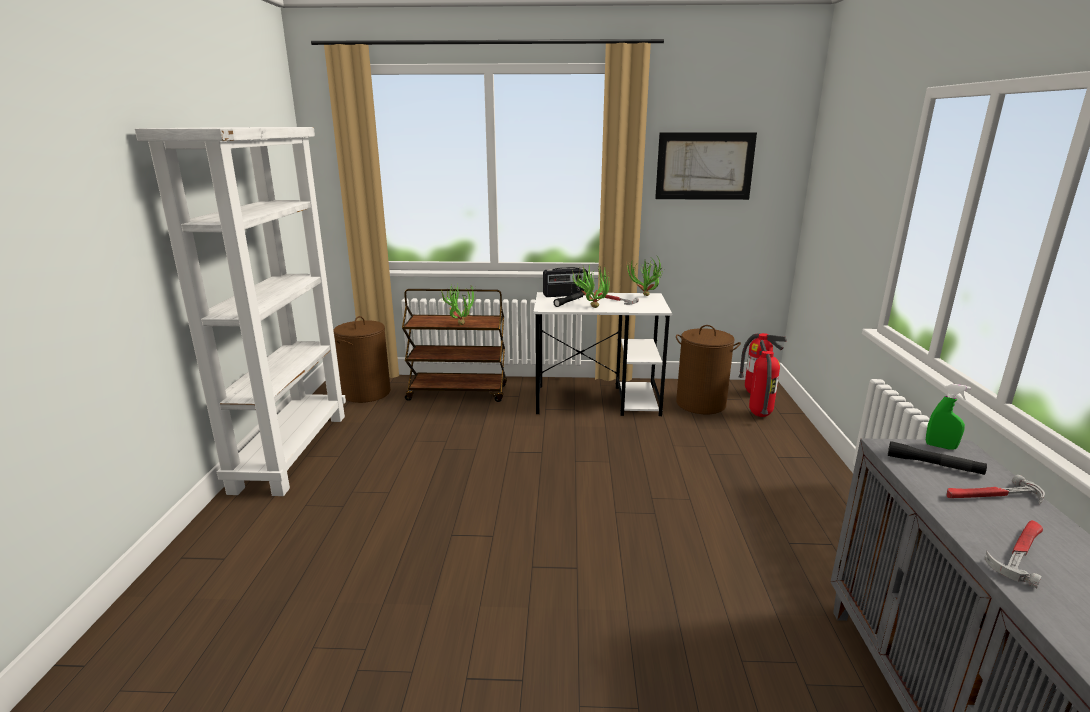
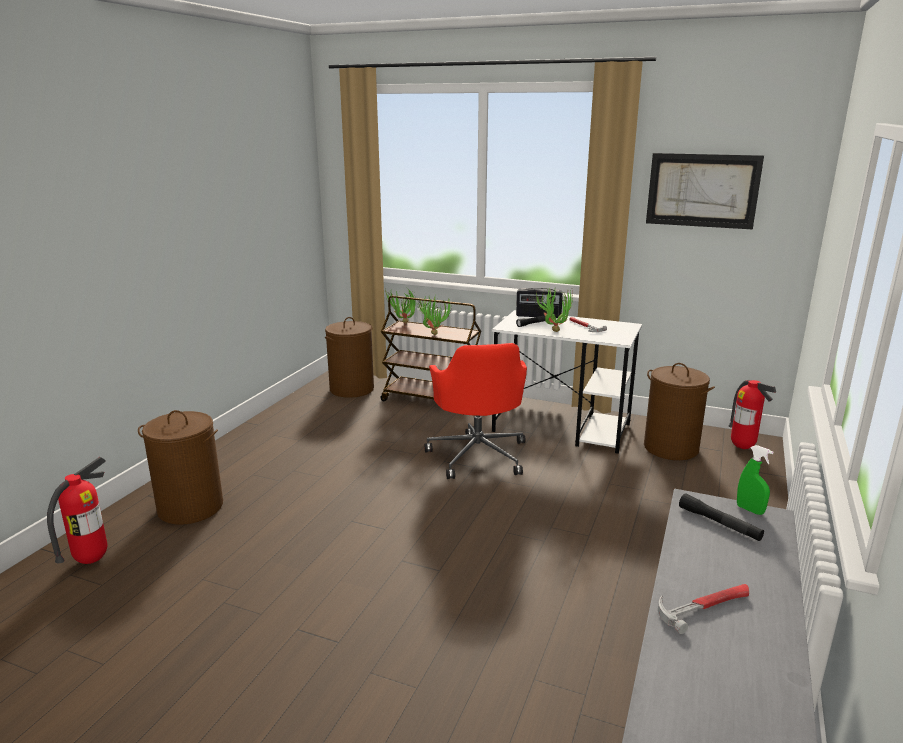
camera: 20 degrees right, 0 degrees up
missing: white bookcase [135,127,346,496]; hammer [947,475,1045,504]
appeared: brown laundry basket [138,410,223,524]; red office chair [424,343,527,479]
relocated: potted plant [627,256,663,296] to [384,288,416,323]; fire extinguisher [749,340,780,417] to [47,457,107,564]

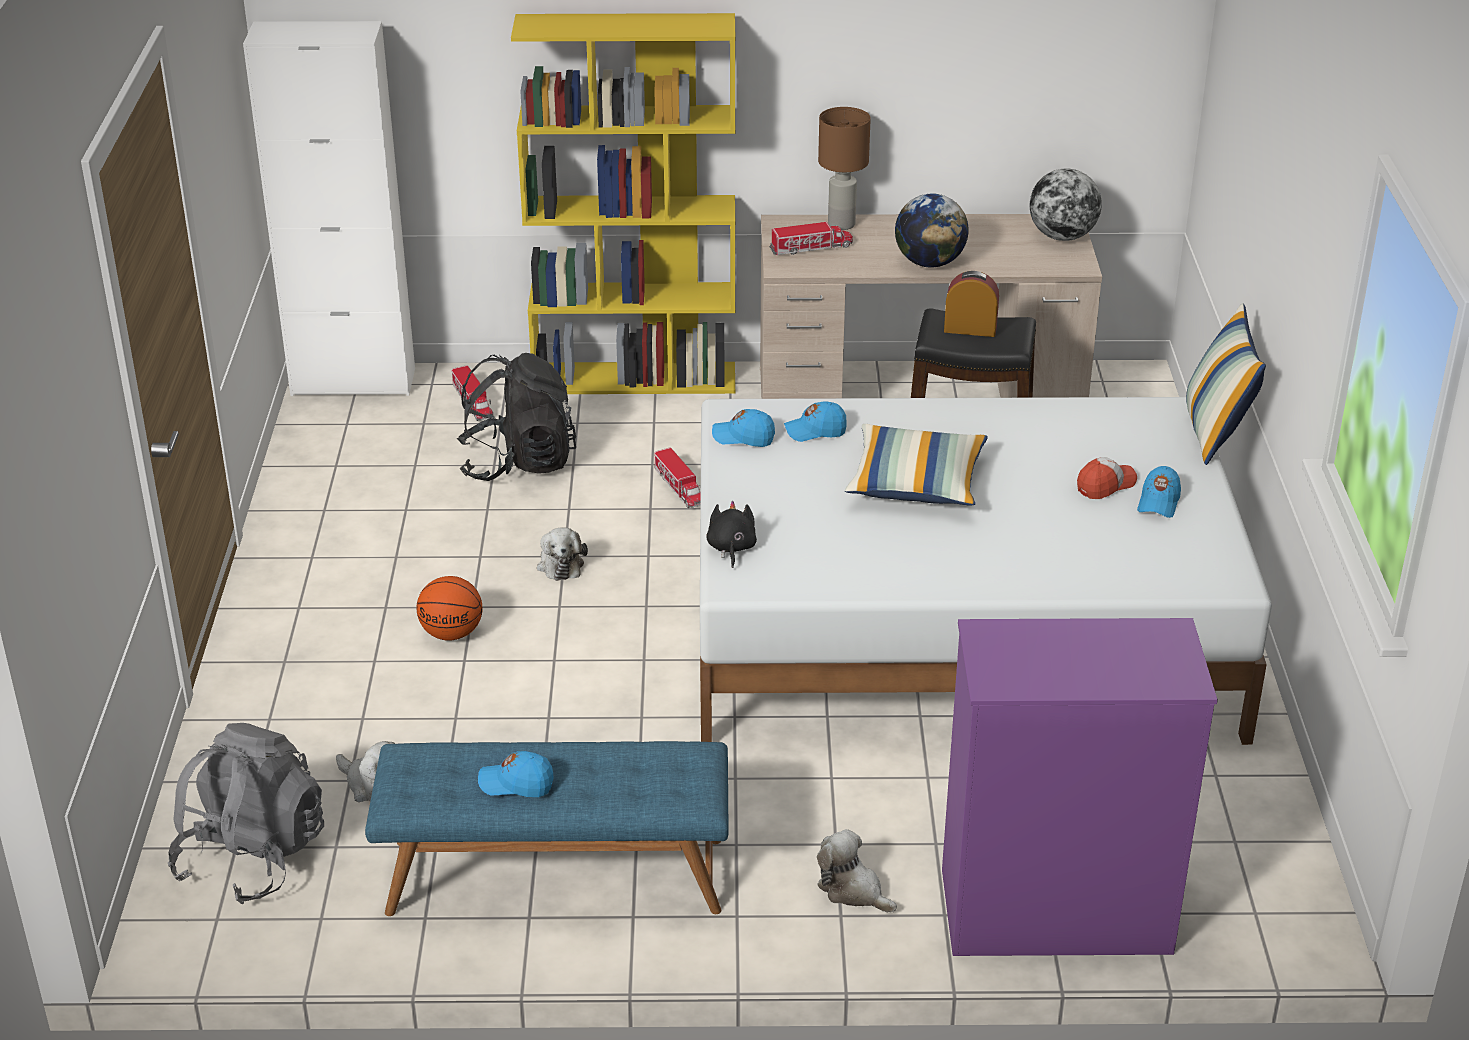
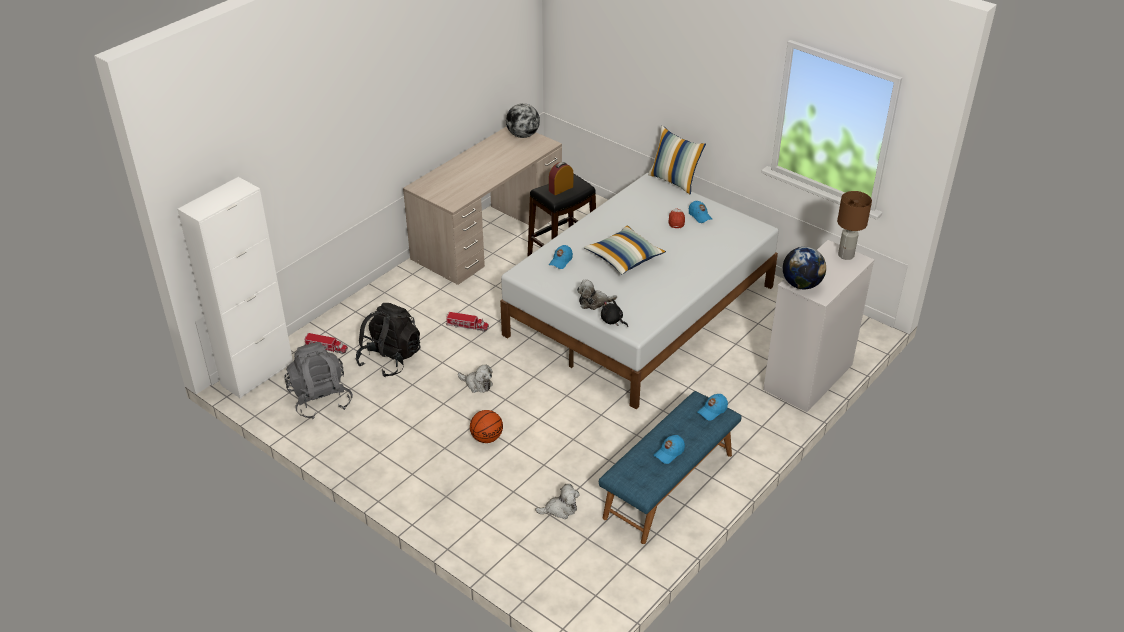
camera: 50 degrees left, 5 degrees up
missing: yellow bookcase [511,13,735,394]; toy truck [769,222,853,255]
relocated: grey backpack [168,723,324,904] to [284,342,353,419]; blue cap [712,409,775,447] to [697,394,728,421]; plush toy [817,829,897,912] to [577,279,617,310]; brown table lamp [818,107,871,230] to [837,191,872,260]; globe [895,194,969,268] to [783,247,826,289]
colour: purple dresser [942,618,1218,956] to white dresser [763,240,875,412]

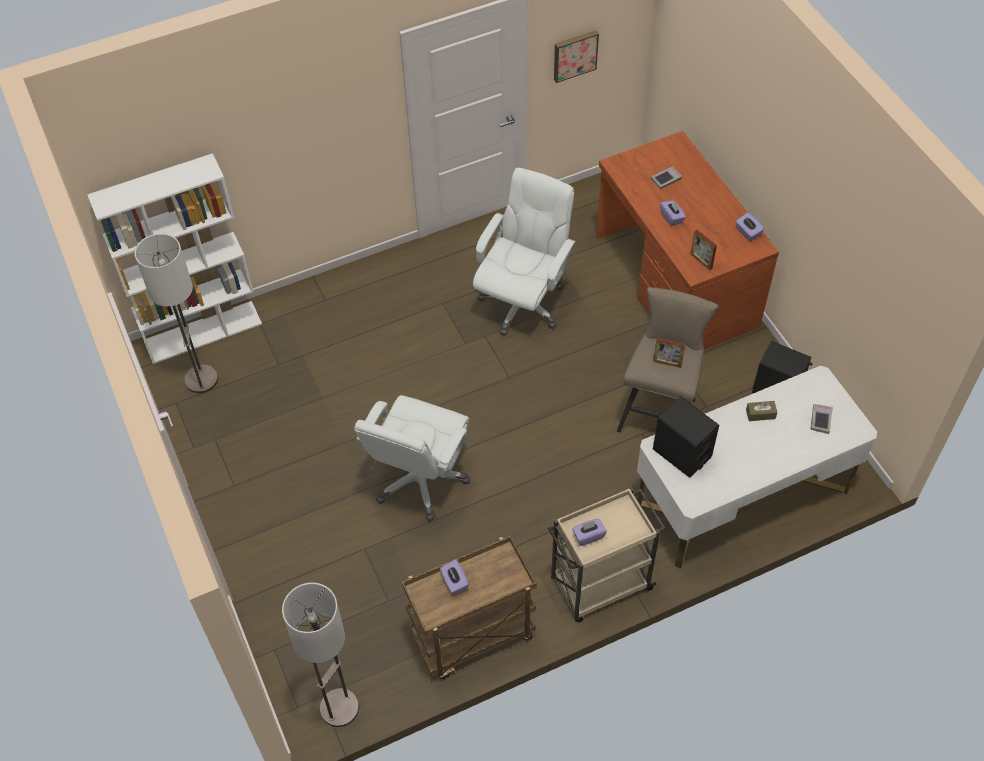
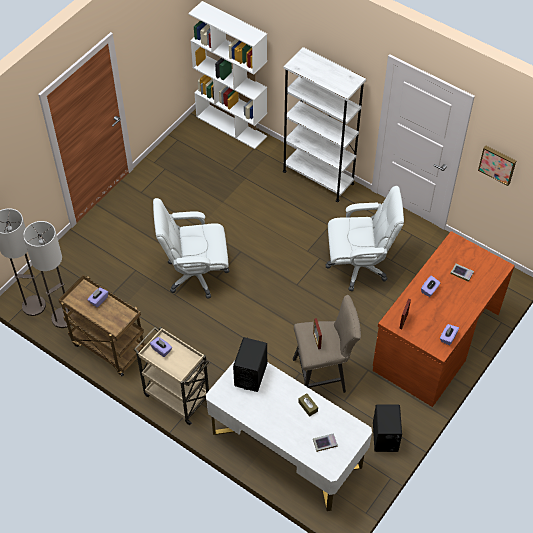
camera: 60 degrees right, 0 degrees up
appeared: white bookcase [283,47,366,202]
relocated: floor lamp [135,233,218,393] to [23,221,71,328]

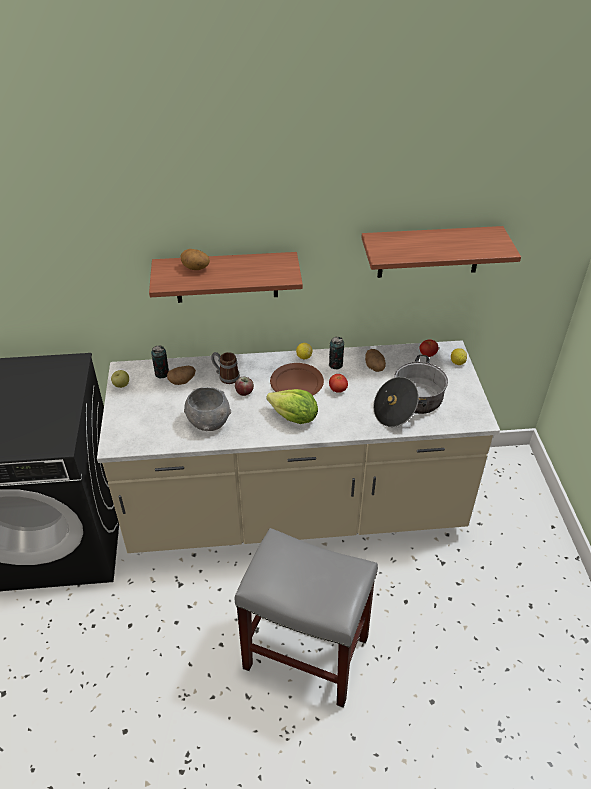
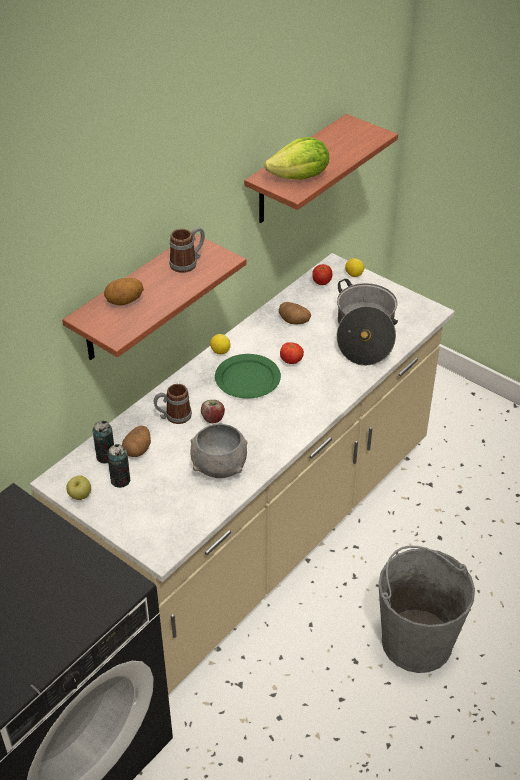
camera: 45 degrees left, 0 degrees up
appeared: mug [169,227,205,273]
relocated: lettuce [266,389,318,424] to [264,137,329,180]; can [329,337,344,369] to [107,444,131,488]
exchanged: grey stool [234,528,378,708] to grey bucket [378,546,475,673]
colour: brown plate [270,363,324,396] to green plate [215,354,281,399]

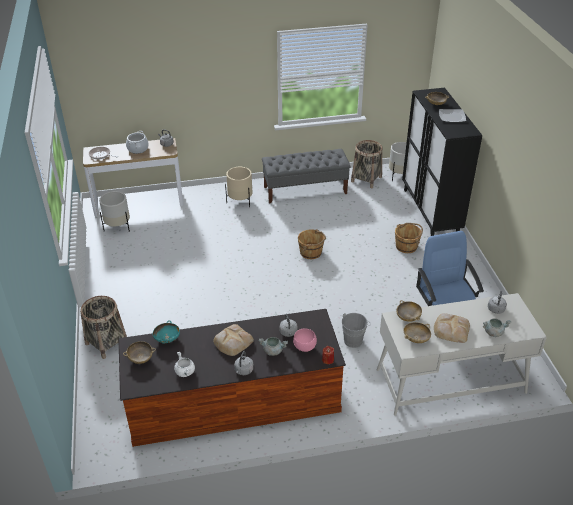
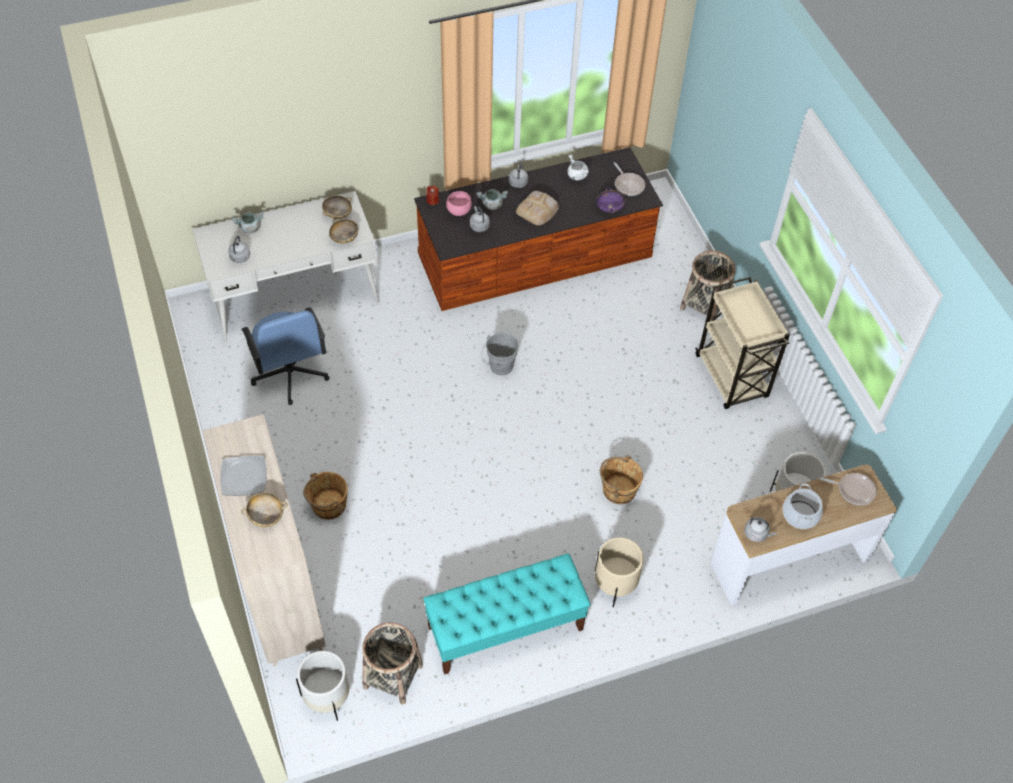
camera: 170 degrees right, 15 degrees up
missing: bread [434,313,470,343]
appeared: beige cart [695,277,790,409]
relocated: brown bucket [298,229,326,259] to [600,455,643,504]; grey bucket [342,313,370,348] to [481,333,519,375]
exchanged: beige bowl [123,341,156,364] to frying pan [614,162,645,196]
colour: turquoise bowl [153,320,180,344] to purple bowl [596,187,626,213]; grey bench [262,149,350,203] to turquoise bench [423,553,591,675]; black cabinet [402,88,482,236] to beige cabinet [203,414,326,666]

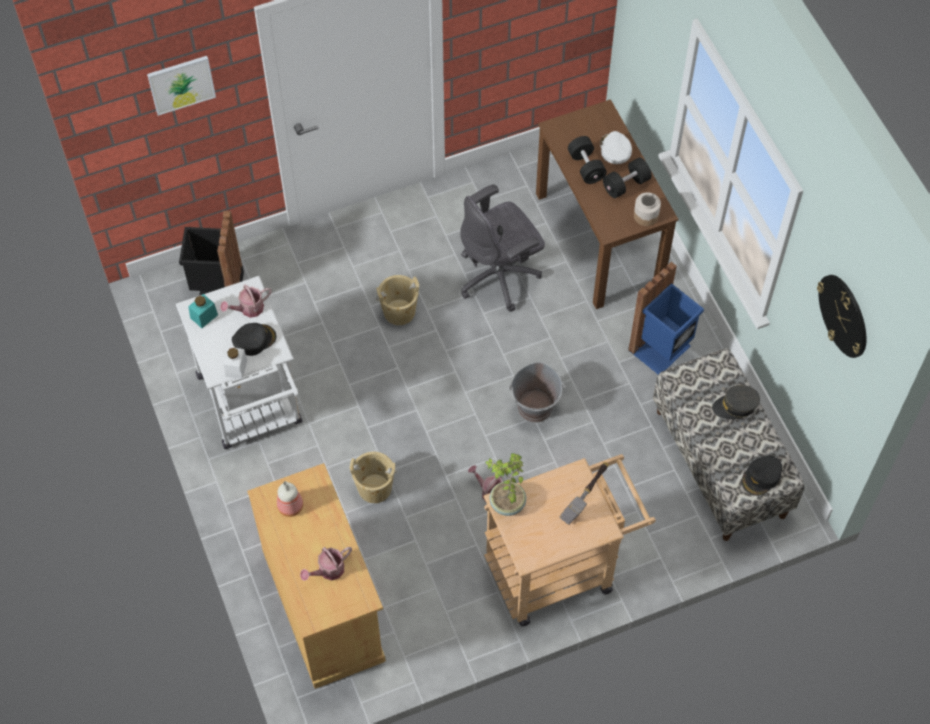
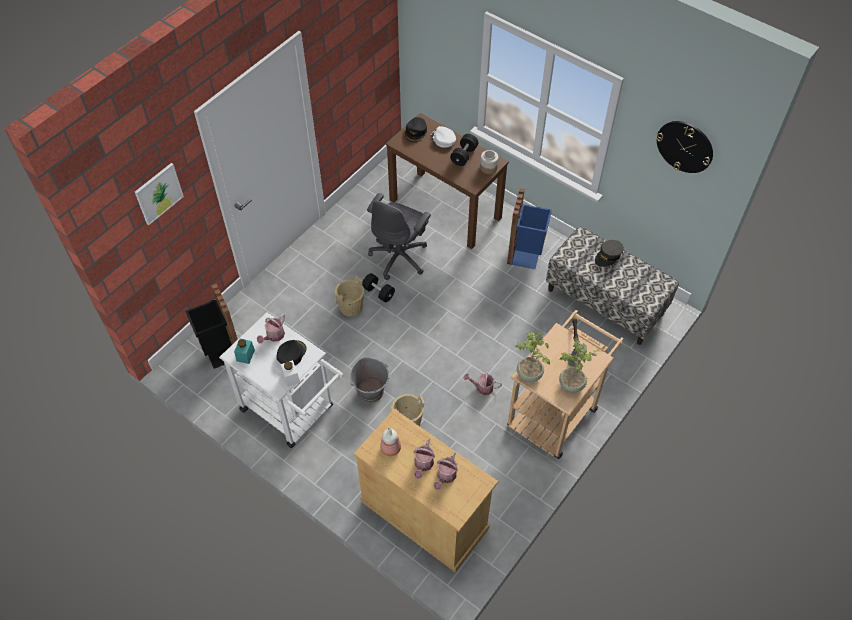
camera: 30 degrees left, 5 degrees down
appeared: watering can [413,439,435,479]; potted plant [559,341,601,392]
relocated: grey bucket [508,362,566,423] to [350,357,390,403]; black dumbbell [568,136,607,184] to [362,273,395,302]; black cap [741,455,782,496] to [405,117,427,142]

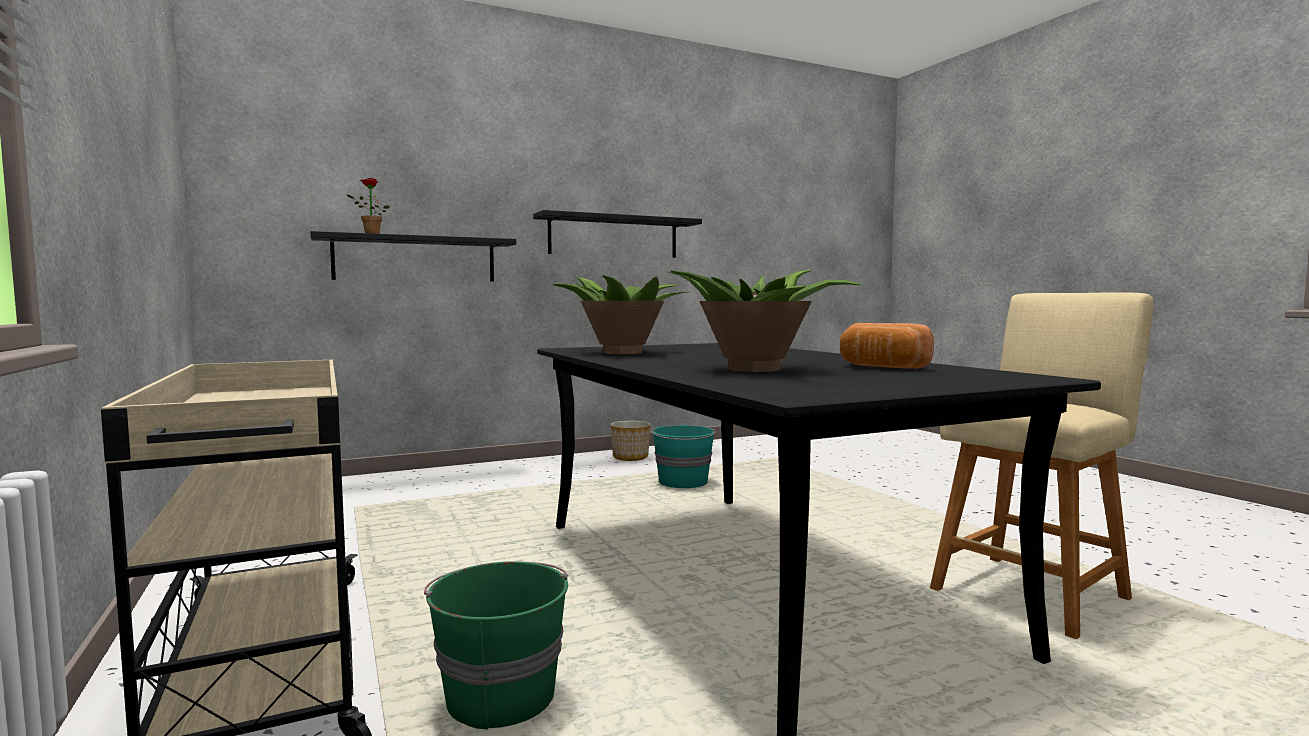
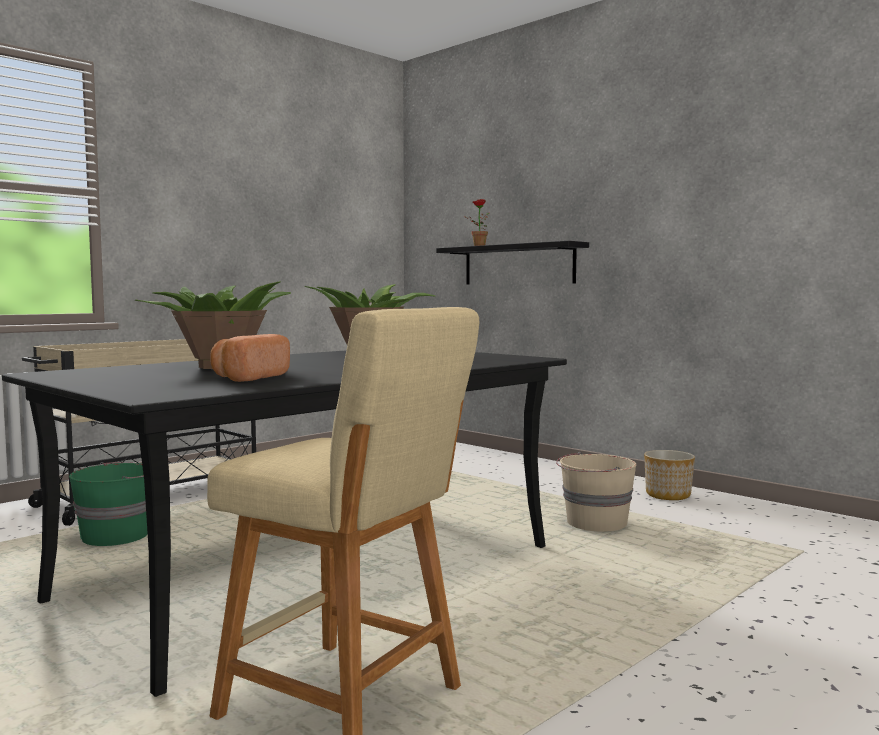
camera: 70 degrees right, 0 degrees up
missing: black shelf [533,210,702,258]
colour: turquoise bucket [651,425,716,488] to beige bucket [556,452,636,532]

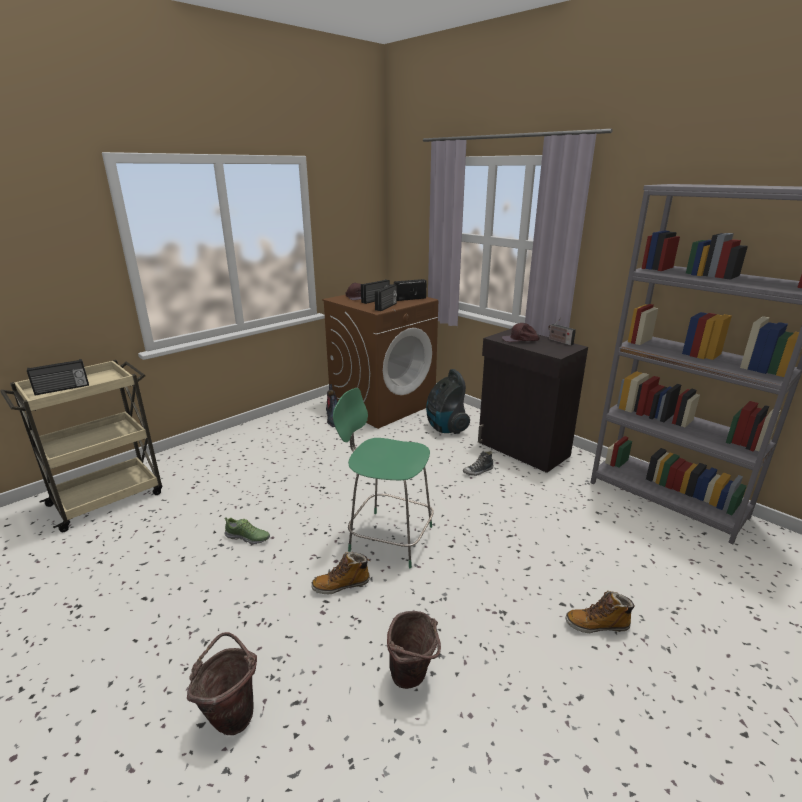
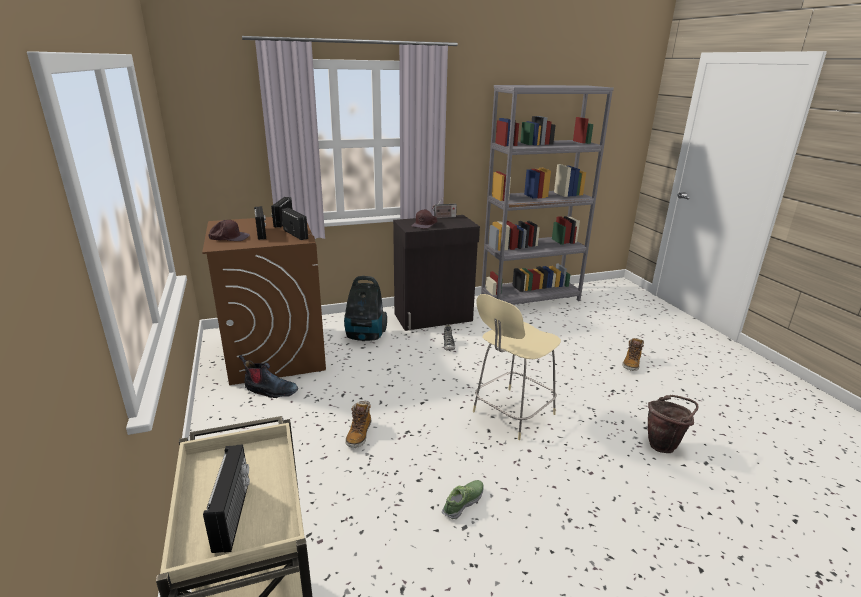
camera: 65 degrees left, 0 degrees up
missing: brown bucket [187,632,257,735]
relocated: boot [311,552,370,594] to [346,401,371,448]
colour: green stool [333,388,434,568] to beige stool [473,294,561,440]

